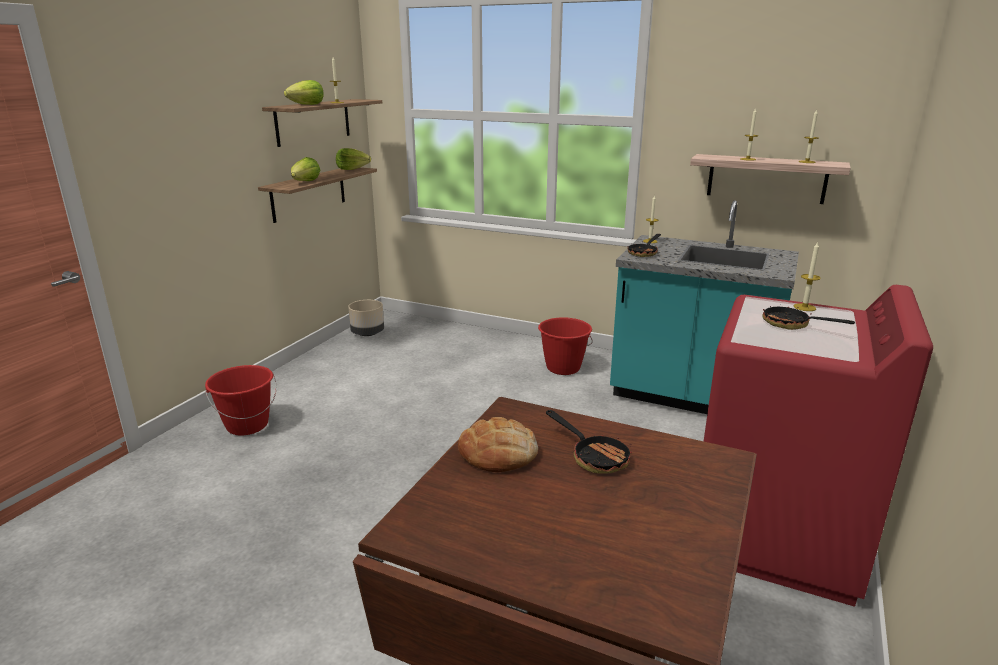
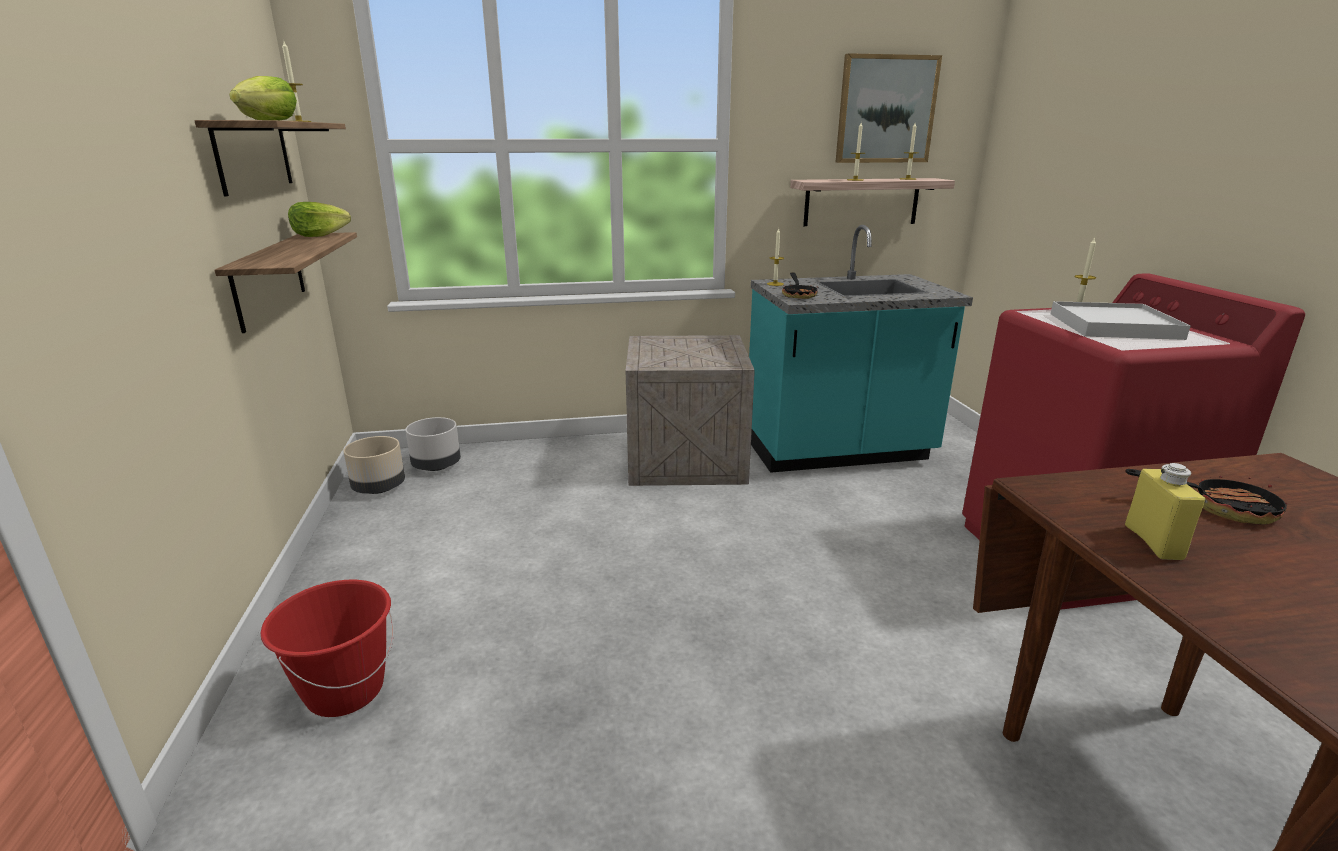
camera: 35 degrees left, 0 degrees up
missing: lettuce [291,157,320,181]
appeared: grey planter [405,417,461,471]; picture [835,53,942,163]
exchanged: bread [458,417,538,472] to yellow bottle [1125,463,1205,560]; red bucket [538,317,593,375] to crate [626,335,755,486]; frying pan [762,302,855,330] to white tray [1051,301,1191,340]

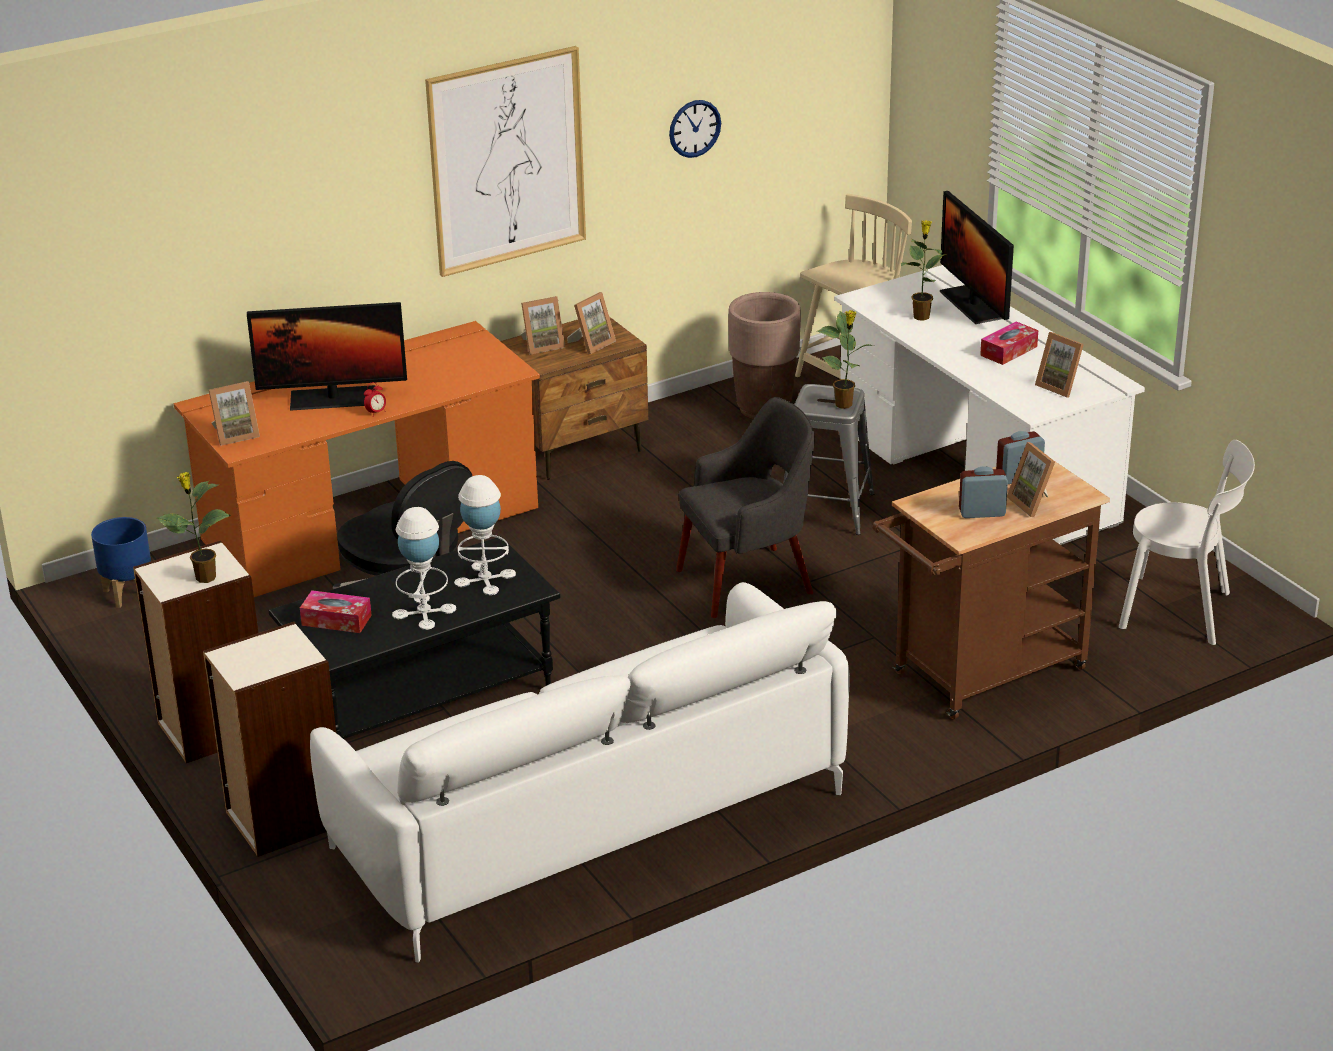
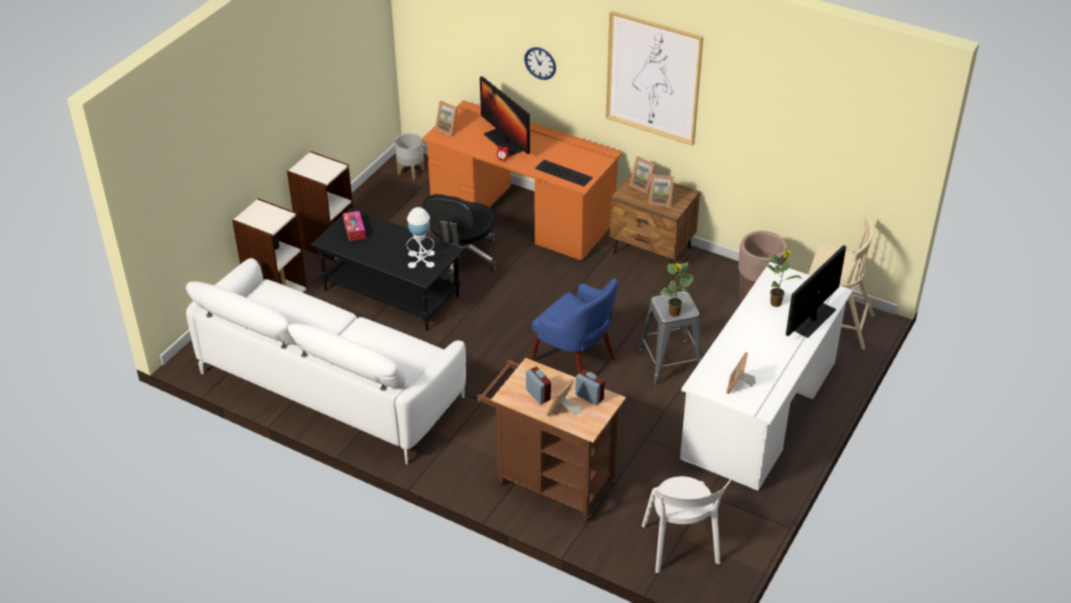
camera: 60 degrees right, 10 degrees up
missing: potted plant [157,472,231,583]; white table lamp [392,507,456,630]; tissue box [980,321,1038,365]
appeared: keyboard [535,160,593,186]
relocated: wall clock [669,100,721,158] to [524,47,556,80]
colour: blue planter [91,517,151,608] to grey planter [395,133,424,180]; grey armchair [676,397,815,618] to blue armchair [530,279,617,374]

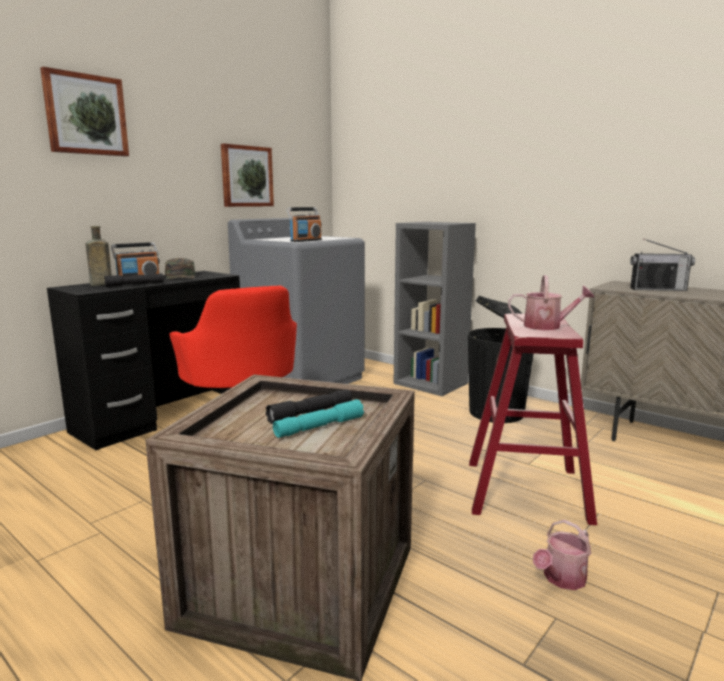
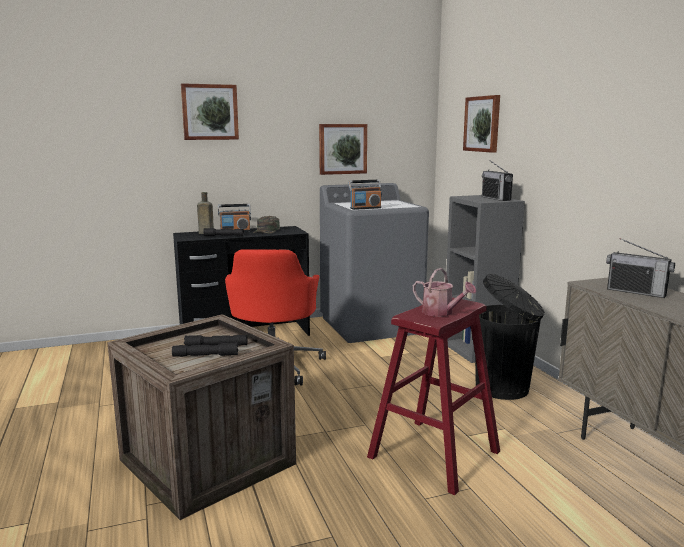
camera: 30 degrees right, 0 degrees up
missing: watering can [533,520,591,590]
appeared: picture [463,95,500,153]; radio [482,160,513,201]
colour: turquoise flashlight [273,399,364,438] to black flashlight [172,342,238,357]

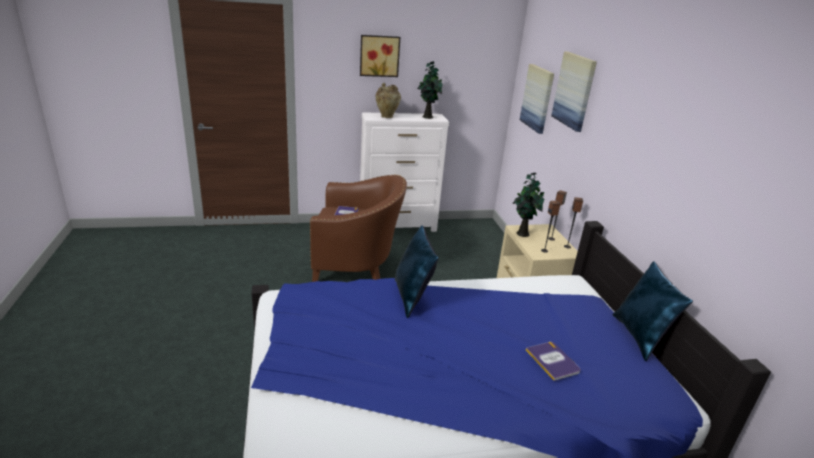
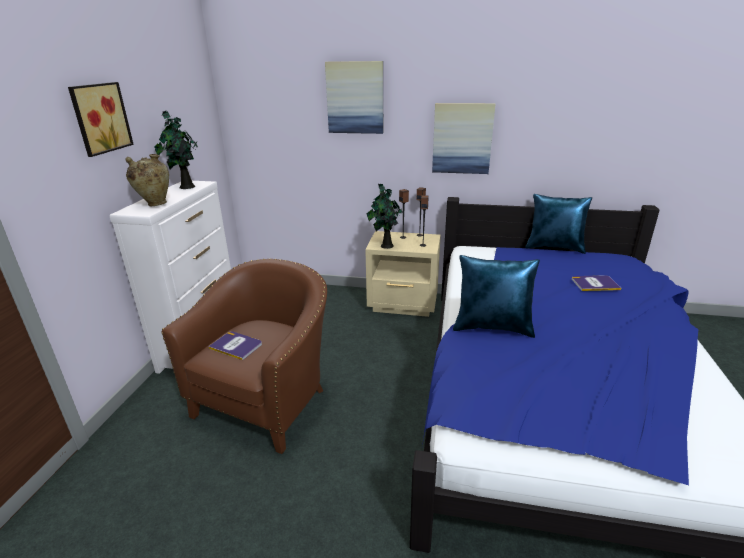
camera: 65 degrees left, 0 degrees up
relocated: picture [520,64,554,134] to [432,103,495,174]

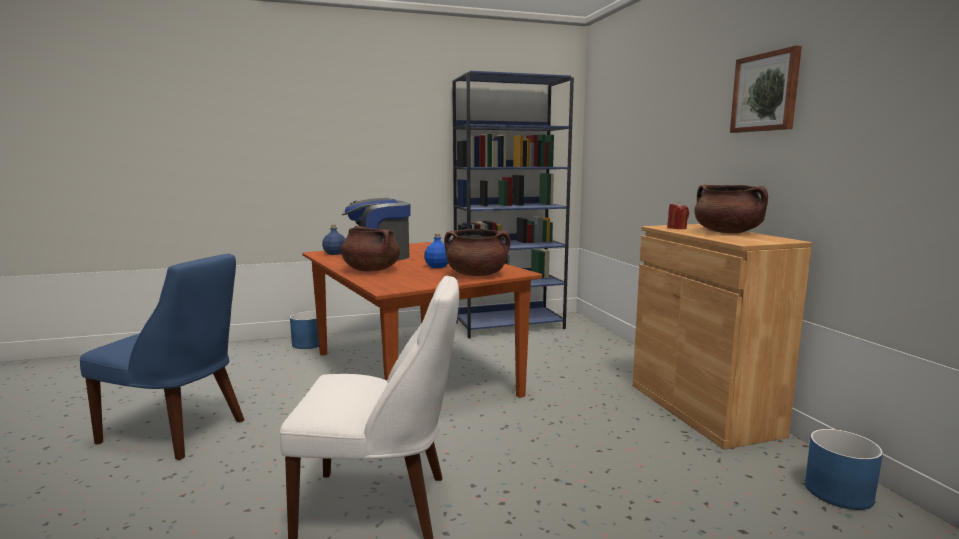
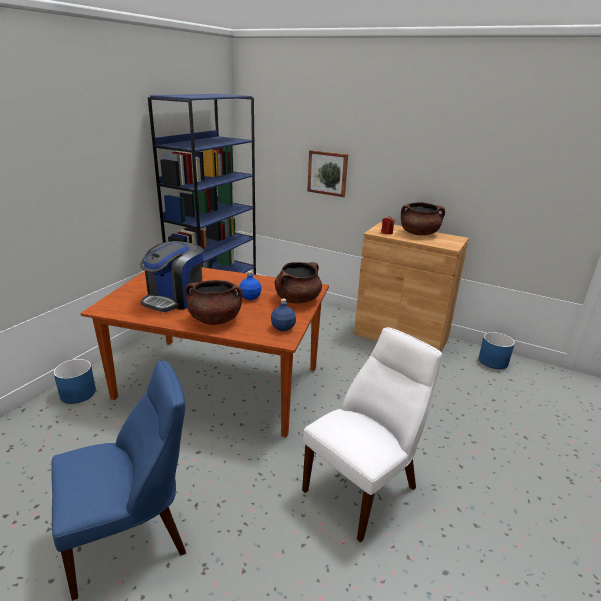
camera: 45 degrees left, 15 degrees up
relocated: blue bottle [322,225,345,255] to [271,299,296,331]; picture [730,46,802,133] to [307,150,348,197]

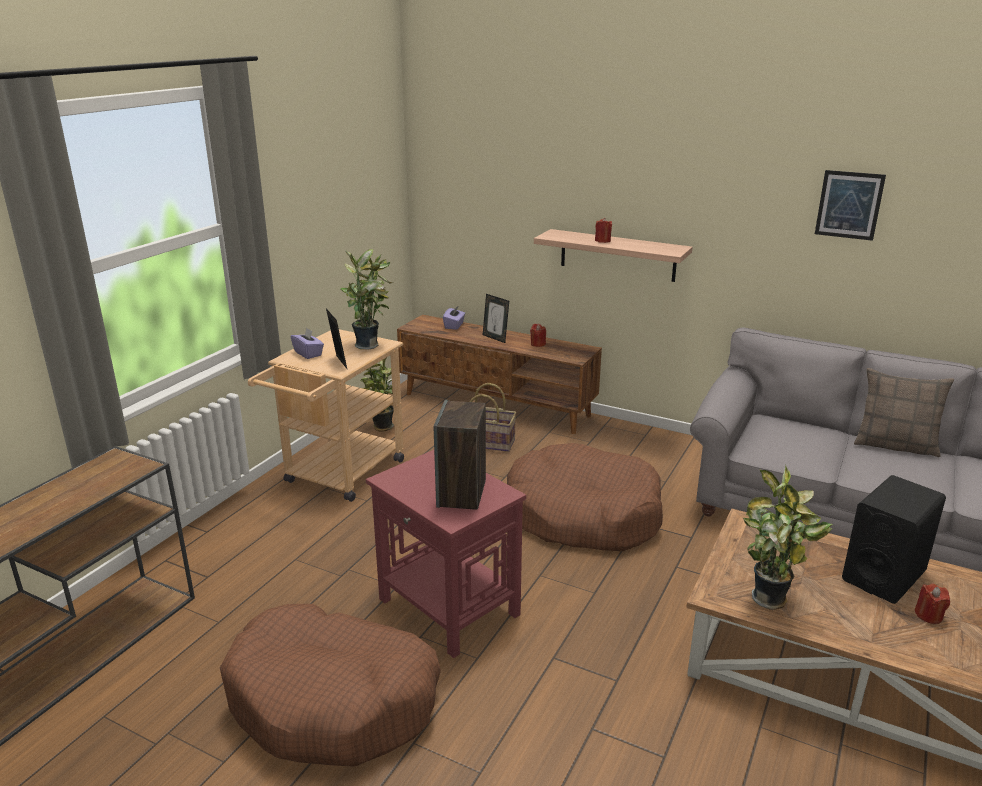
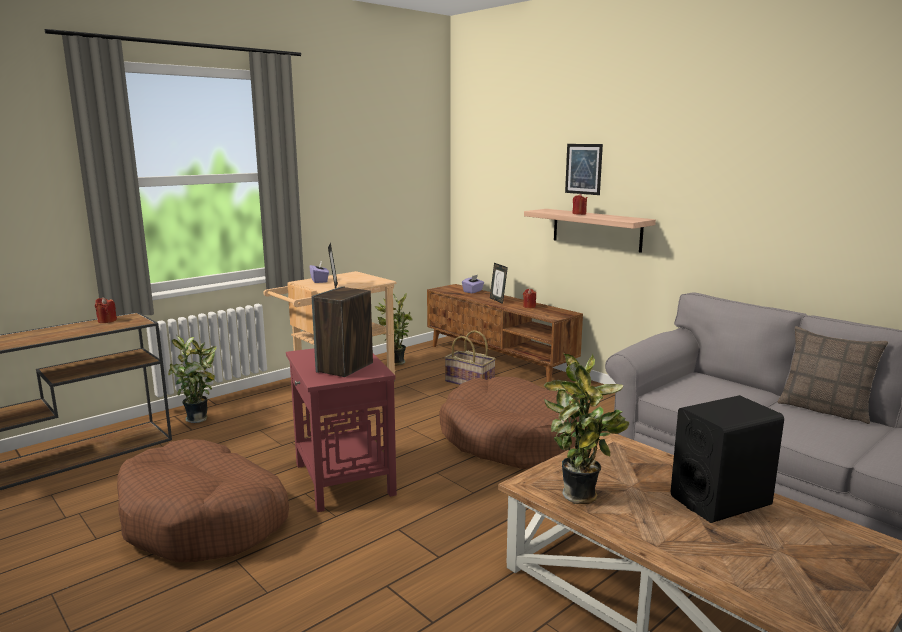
camera: 20 degrees right, 10 degrees down
relocated: potted plant [340,249,393,349] to [168,335,217,423]; picture [815,170,886,241] to [565,144,603,195]; red candle [915,584,950,624] to [95,297,117,323]

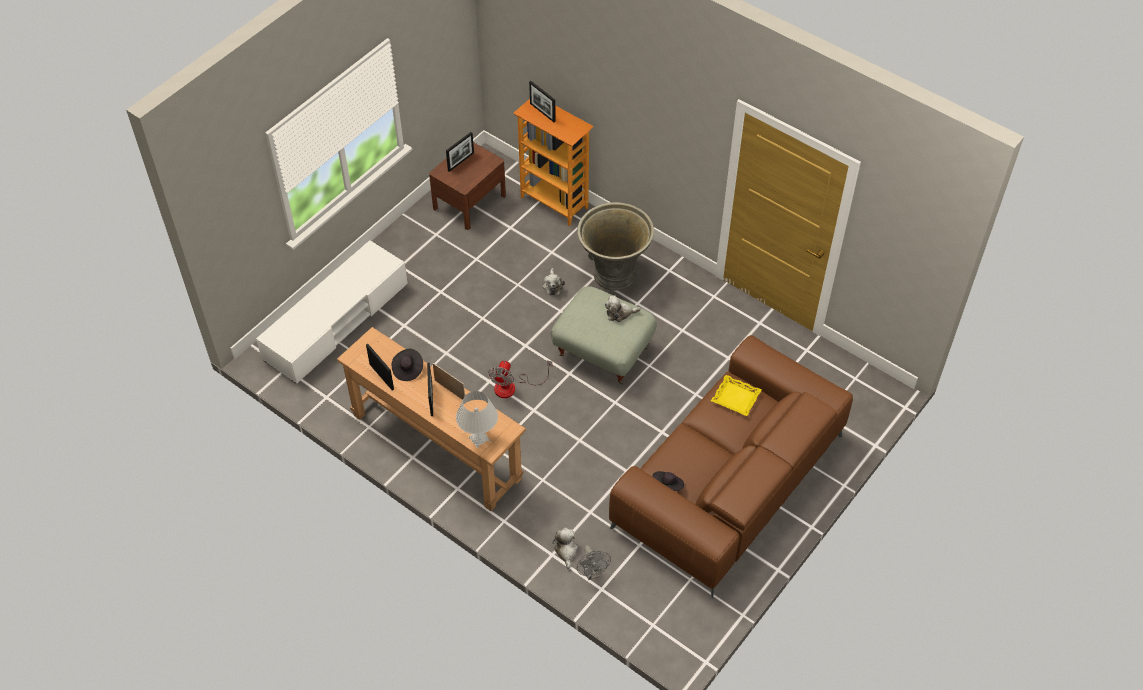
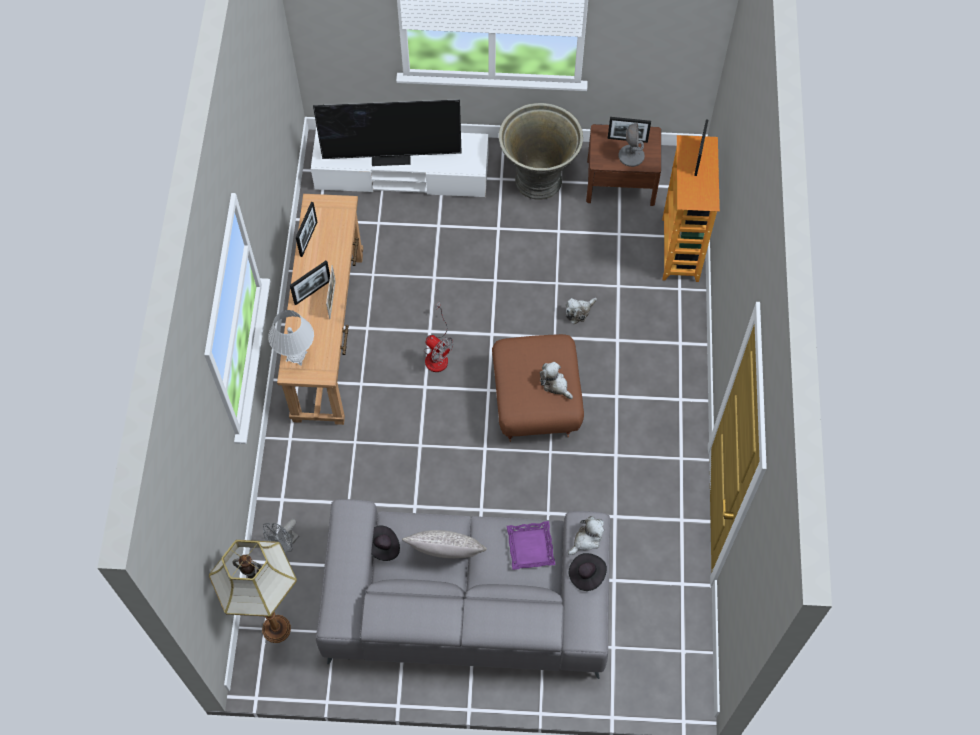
camera: 55 degrees right, 10 degrees up
appeared: floor lamp [209,540,297,643]; television [313,99,462,166]; grey pillow [402,530,487,558]; grey table lamp [618,123,645,167]
relocated: black hat [392,349,423,381] to [569,553,607,591]; plush toy [552,527,578,569] to [568,516,605,555]; grey planter [577,202,654,291] to [499,103,583,200]
colour: grey ottoman [551,286,657,384] to brown ottoman [492,334,584,442]; brown sofa [609,335,853,598] to grey sofa [316,499,610,679]; yellow tray [711,375,762,416] to purple tray [507,521,555,570]
spun: fan [488,360,552,398] = [424,302,453,372] 120 degrees counterclockwise

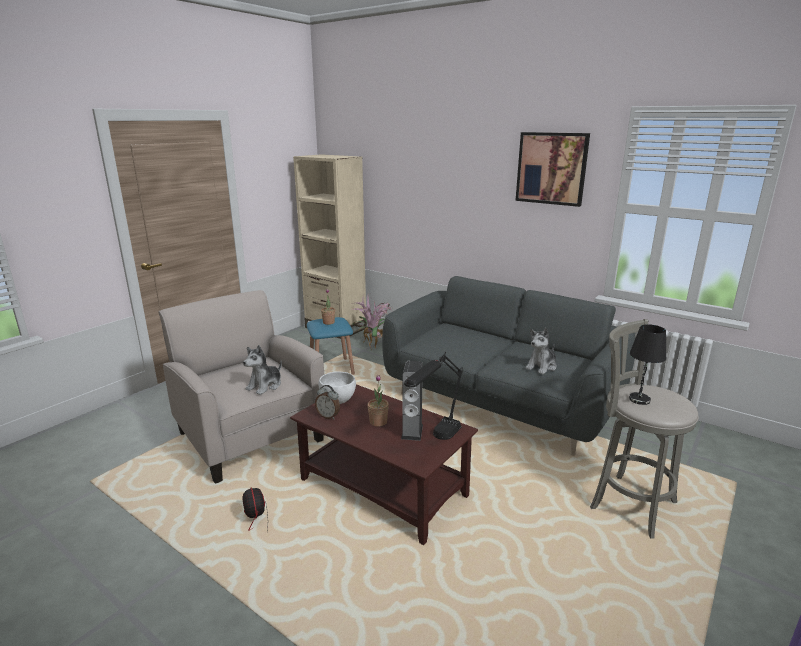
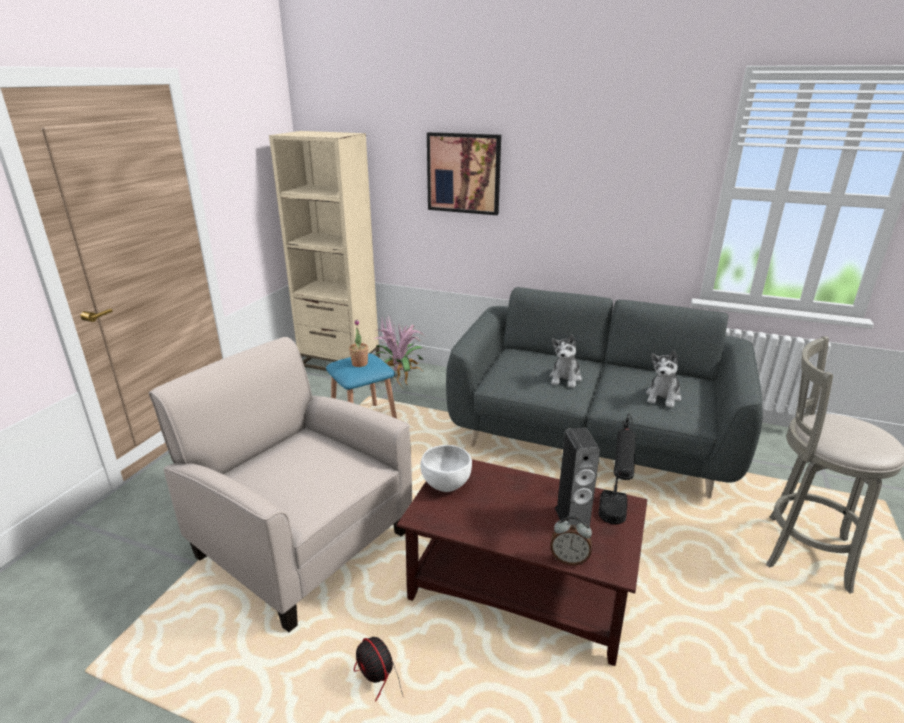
camera: 15 degrees left, 5 degrees up
missing: potted plant [368,375,389,427]; black table lamp [629,324,666,405]
relocated: plush toy [243,345,282,395] to [550,334,582,388]; alarm clock [315,385,340,419] to [550,516,592,565]; picture [515,132,590,207] to [427,132,501,215]

